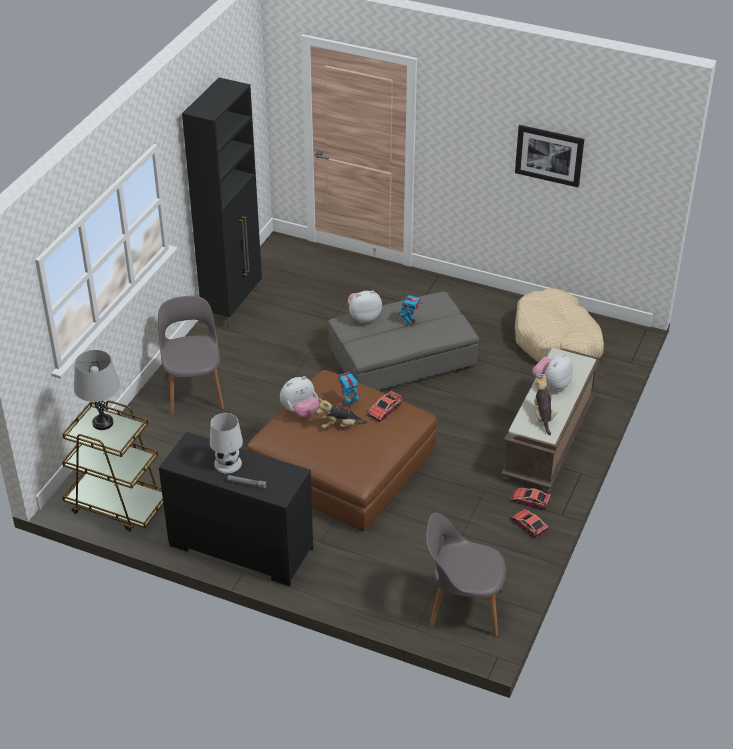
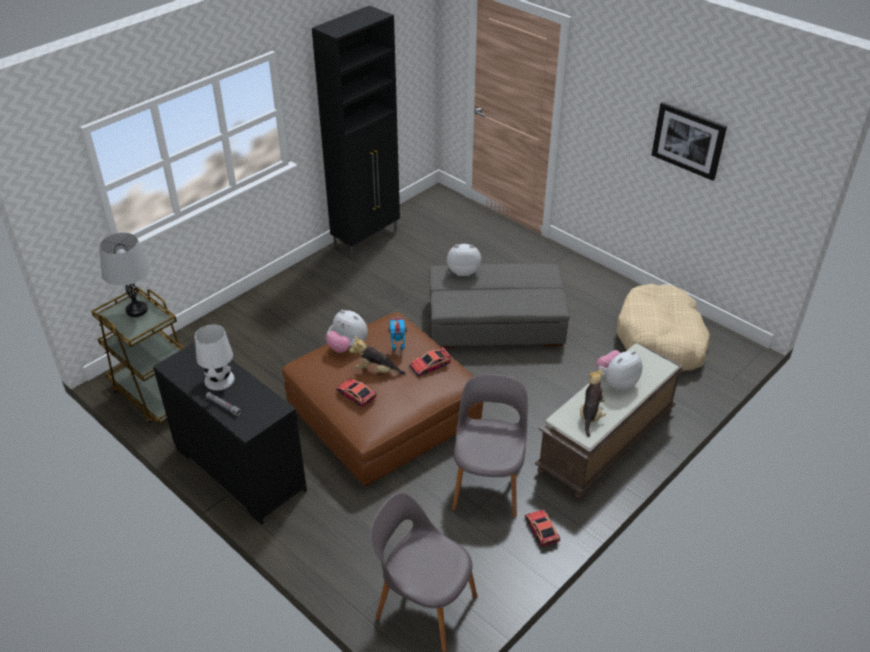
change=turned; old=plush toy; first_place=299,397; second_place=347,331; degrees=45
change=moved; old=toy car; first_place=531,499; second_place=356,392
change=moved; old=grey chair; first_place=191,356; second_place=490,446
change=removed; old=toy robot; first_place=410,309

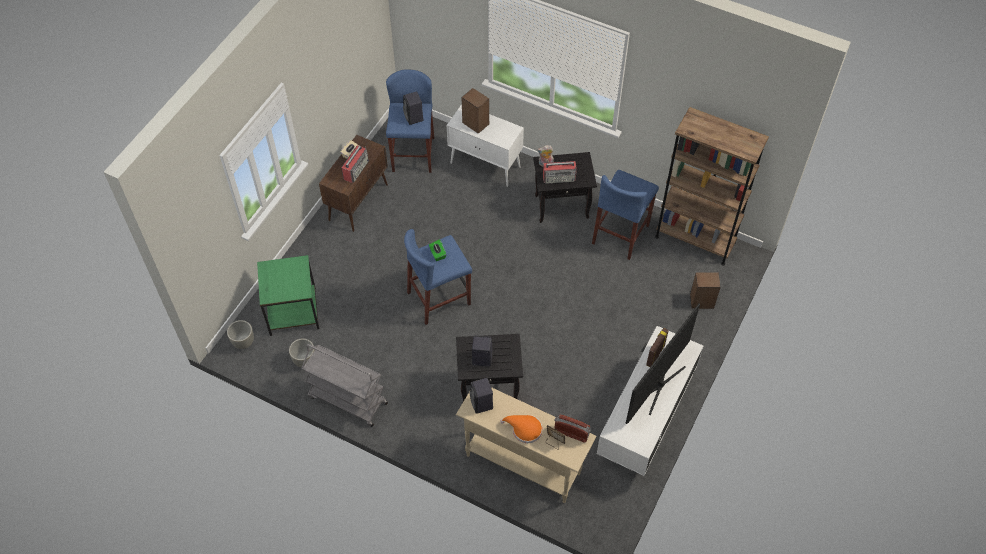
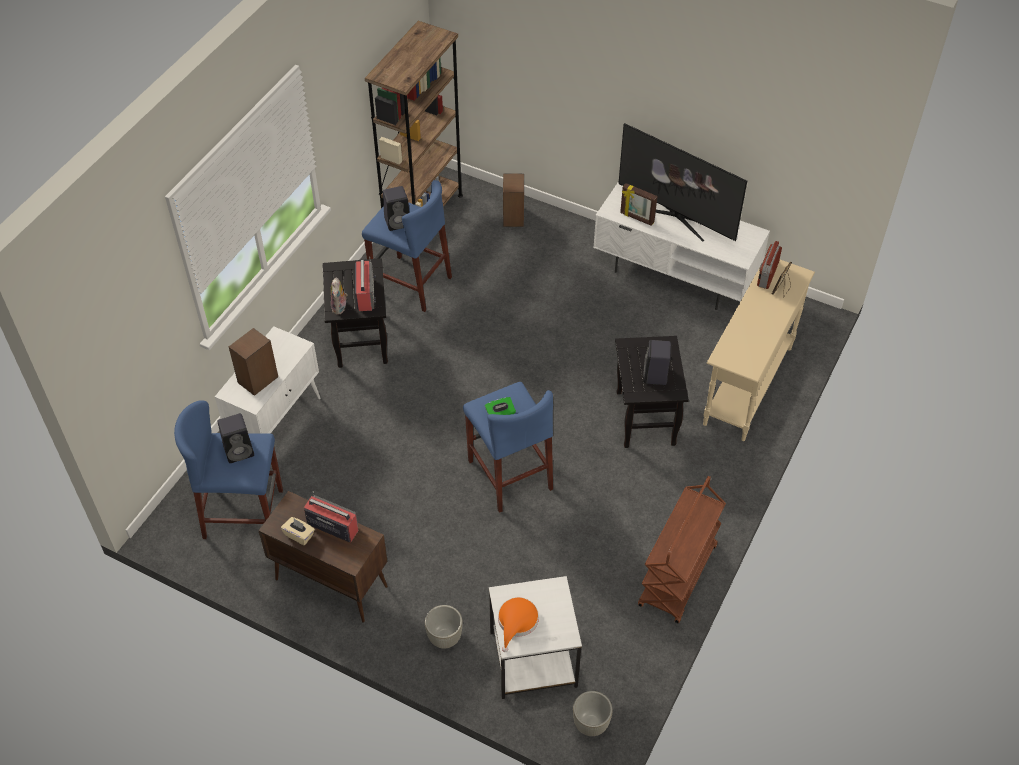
change=moved; old=black speaker; first_place=481,396; second_place=396,208
change=moved; old=grey planter; first_place=302,353; second_place=444,627
change=recoloured; old=green side table; new=white side table; first_place=288,295; second_place=535,637
change=moved; old=orange hat; first_place=521,429; second_place=518,624
change=recoloured; old=grey cart; new=brown cart; first_place=344,385; second_place=682,549

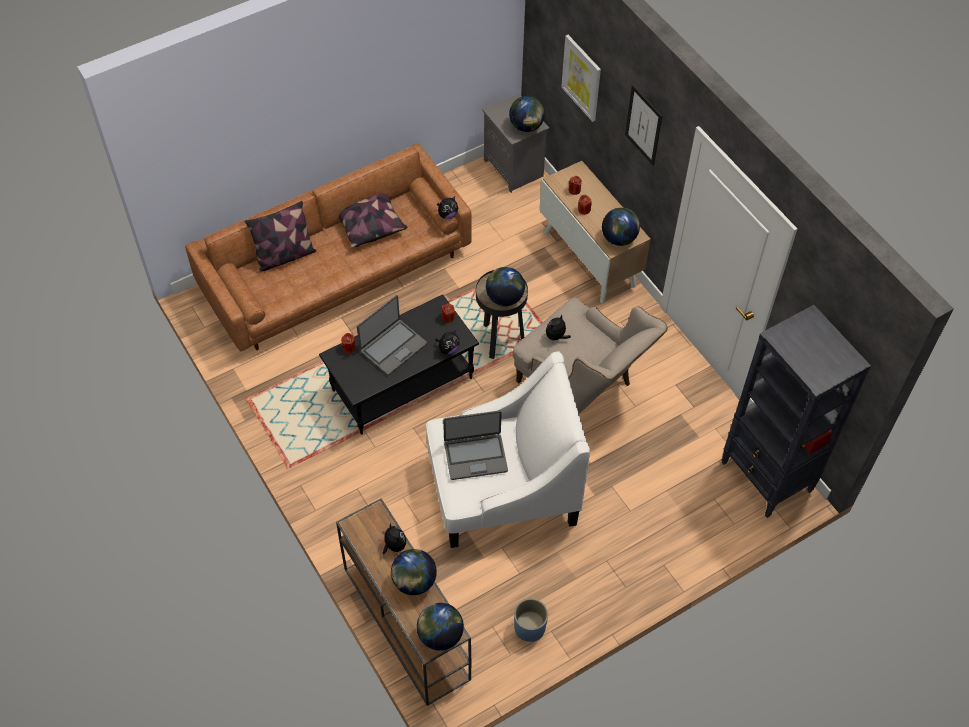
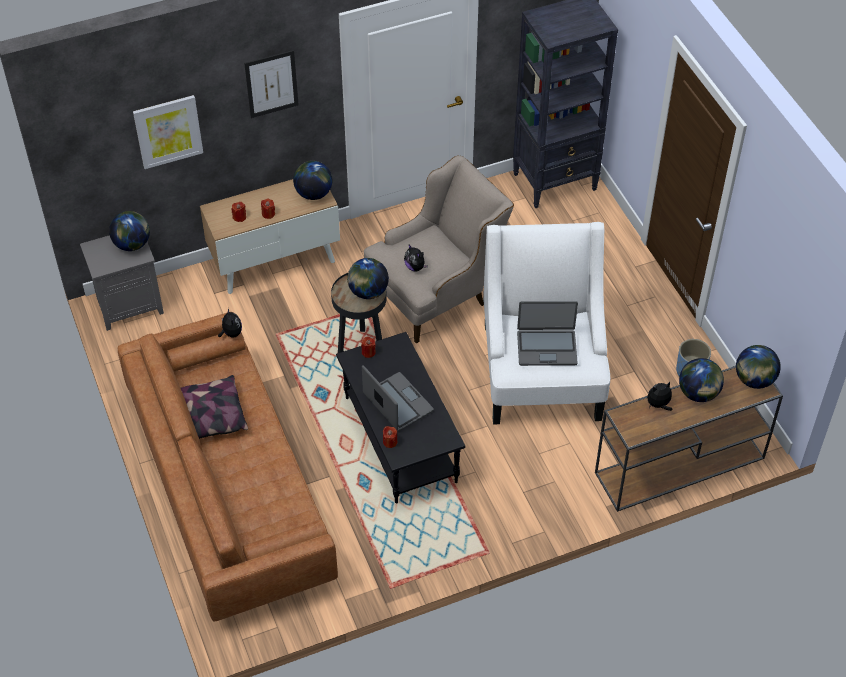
change=turned; old=laptop; first_place=475,445; second_place=547,333; degrees=90
change=removed; old=pillow; first_place=280,237
change=removed; old=plush toy; first_place=447,342

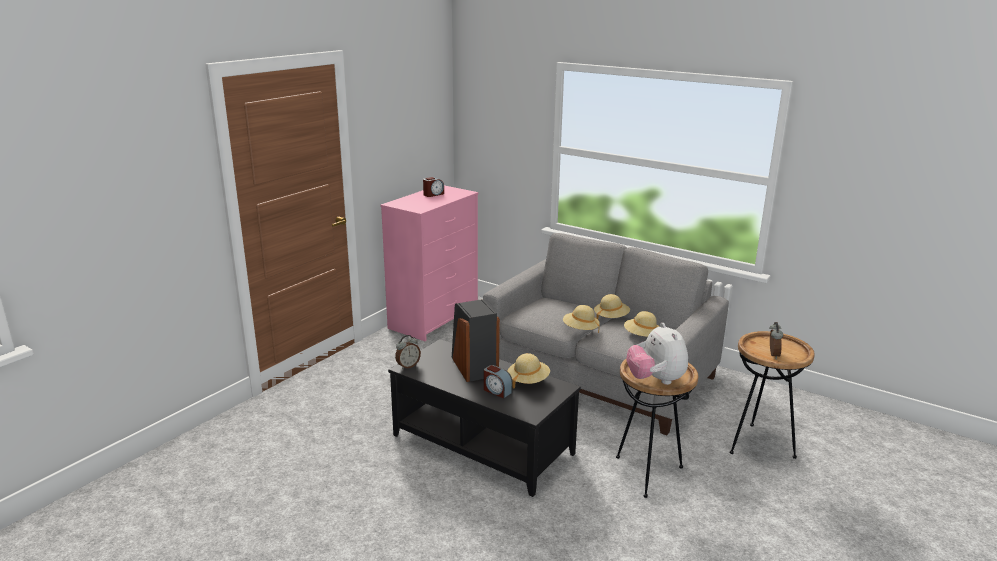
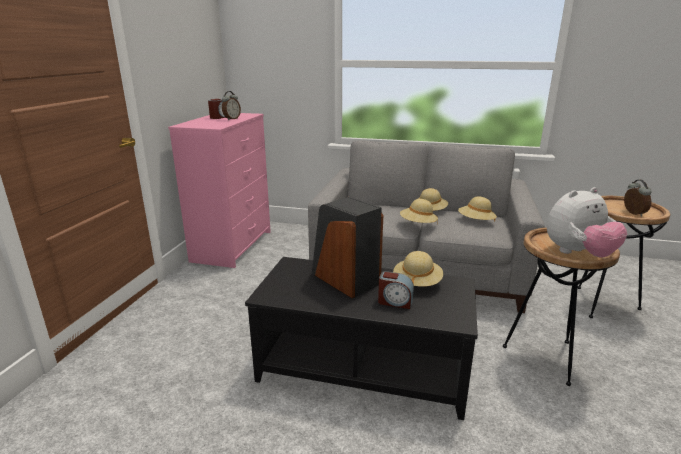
change=moved; old=alarm clock; first_place=408,352; second_place=231,105
change=turned; old=plush toy; first_place=657,354; second_place=587,222; degrees=-75

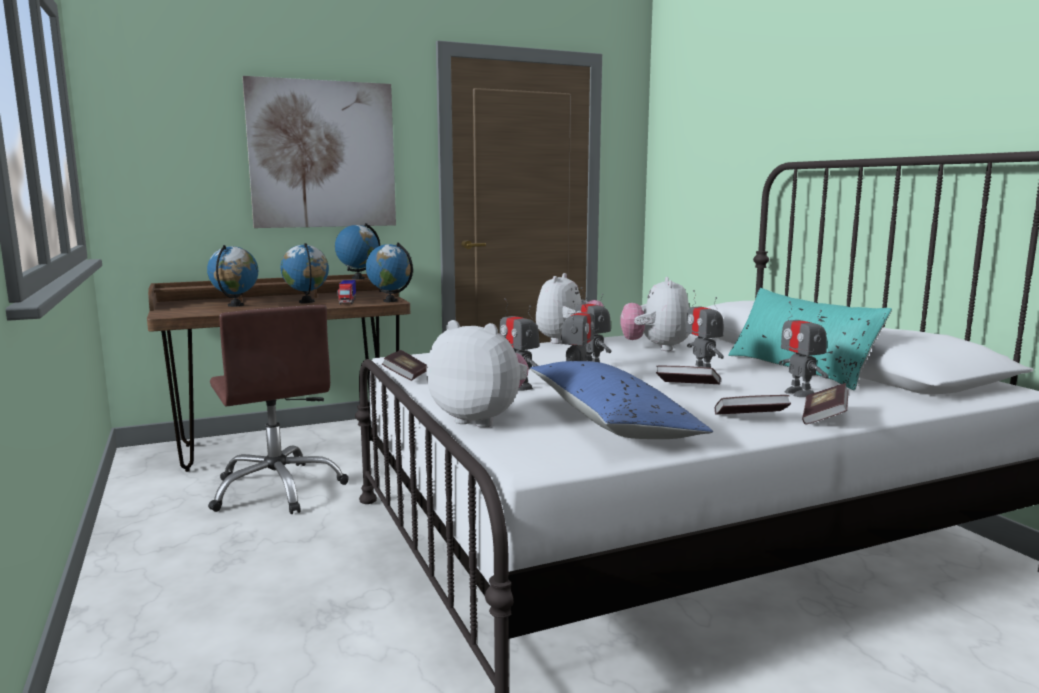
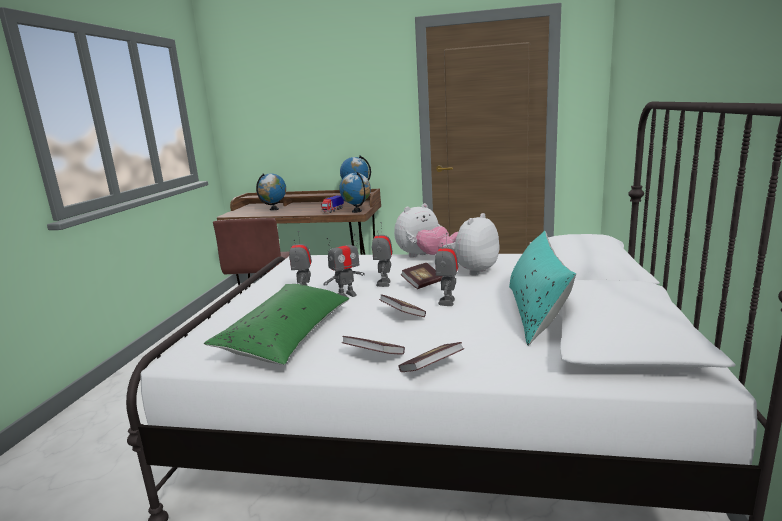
change=recoloured; old=blue pillow; new=green pillow; first_place=621,400; second_place=277,324
change=moved; old=book; first_place=404,365; second_place=421,276
change=removed; old=picture; first_place=319,152
change=removed; old=globe; first_place=304,273
change=removed; old=plush toy; first_place=477,374
change=removed; old=toy robot; first_place=804,349

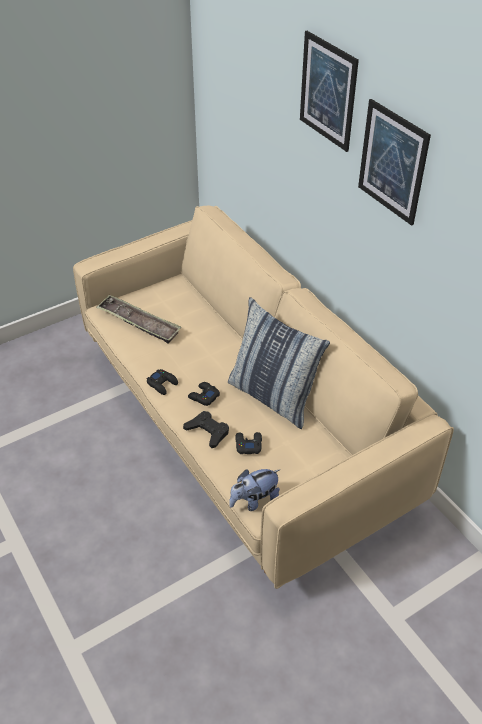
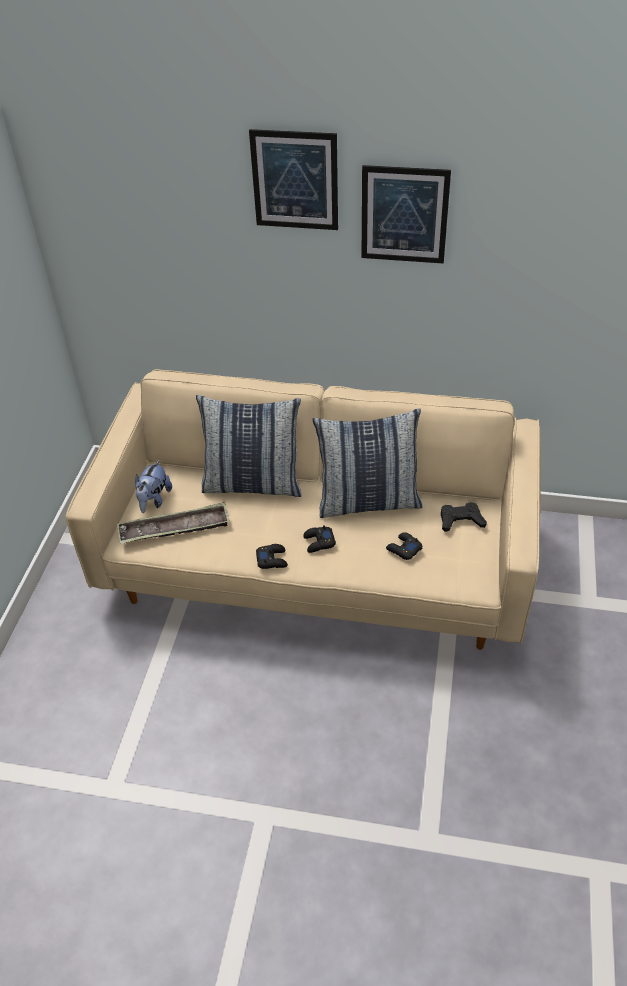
change=moved; old=plush toy; first_place=254,490; second_place=153,486
change=added; new=pillow; second_place=248,446
change=moved; old=black game controller; first_place=206,429; second_place=464,517

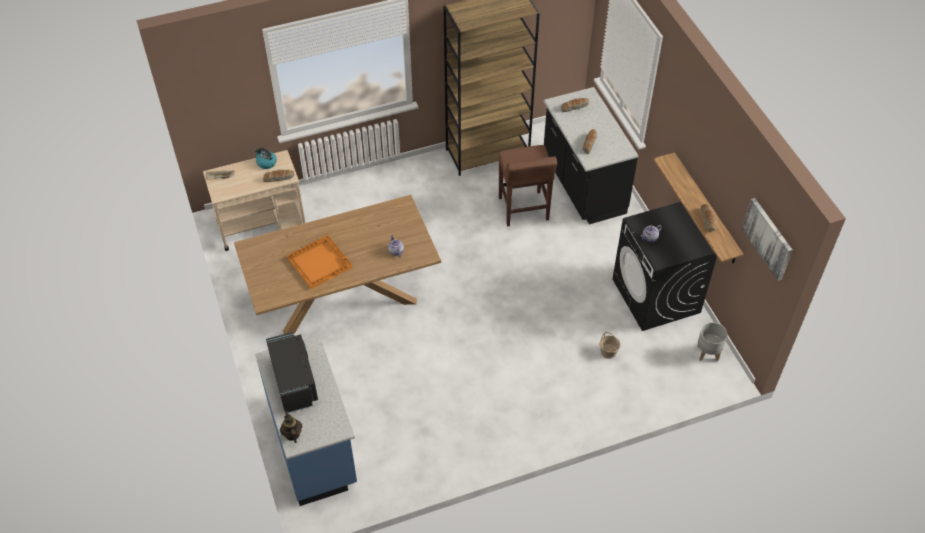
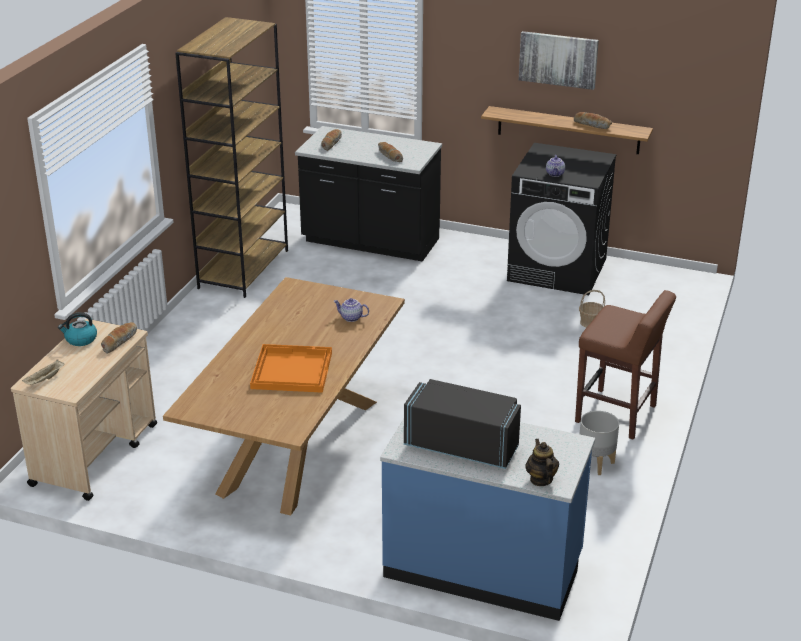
change=moved; old=picture; first_place=767,239; second_place=559,60
change=turned; old=teapot; first_place=291,426; second_place=542,462; degrees=60
change=moved; old=brown stool; first_place=527,185; second_place=625,365
change=moved; old=grey planter; first_place=712,341; second_place=599,443

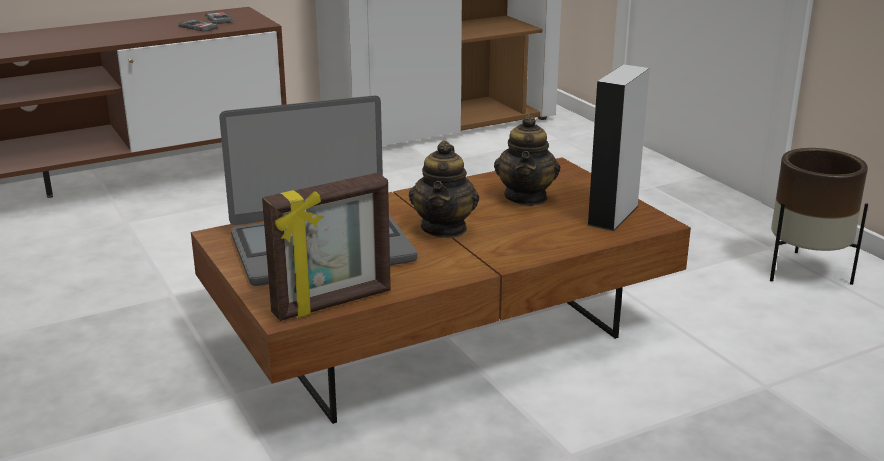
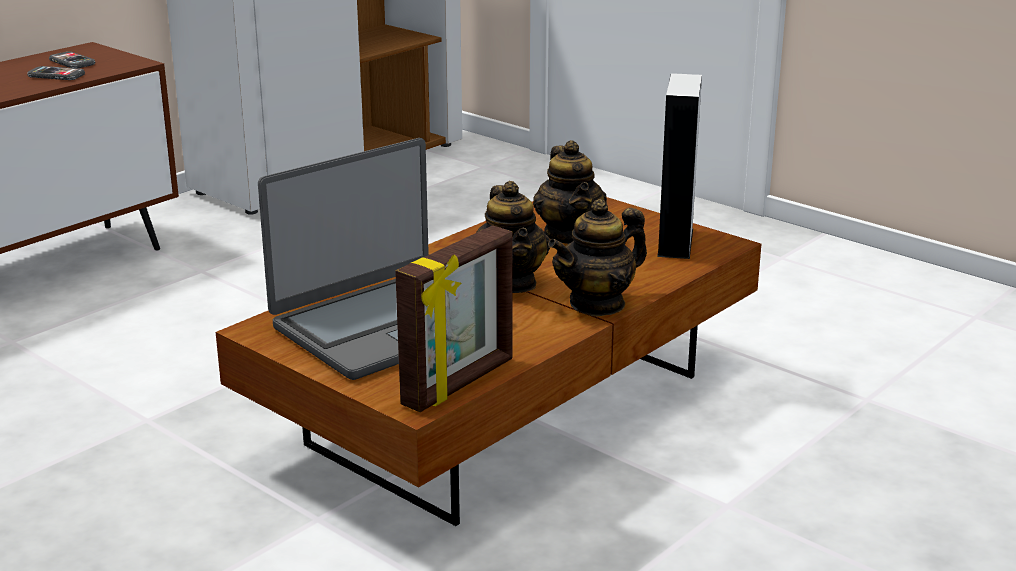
change=added; new=teapot; second_place=597,258
change=removed; old=brown planter; first_place=819,216

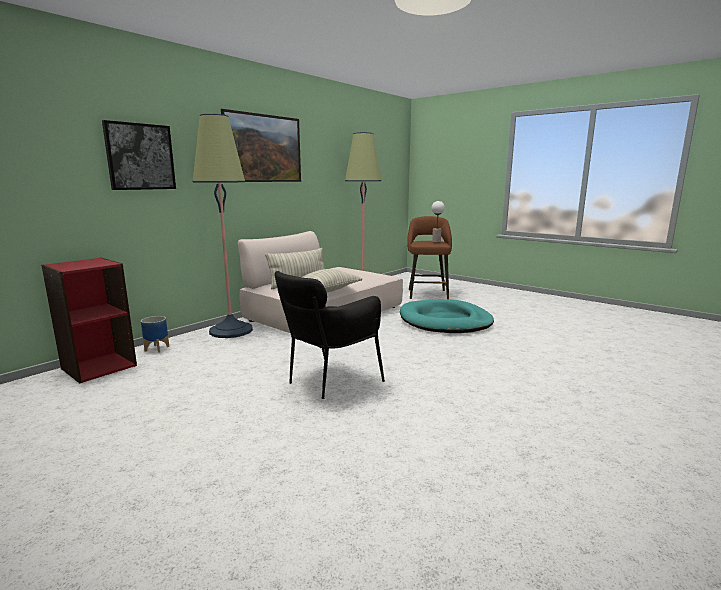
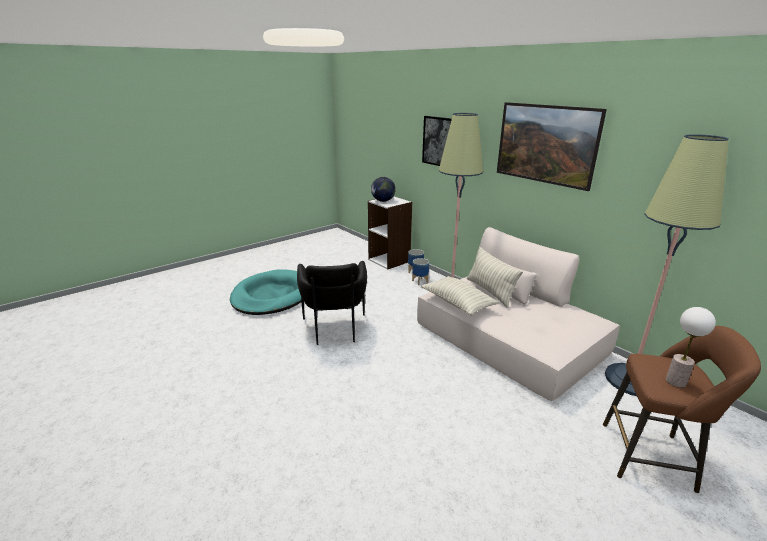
change=moved; old=turquoise dog bed; first_place=447,316; second_place=265,292
change=turned; old=black armchair; first_place=330,335; second_place=332,303; degrees=-150
change=recoloured; old=red bookcase; new=white bookcase; first_place=89,320; second_place=390,232
change=added; new=globe; second_place=383,189
change=added; new=planter; second_place=420,271

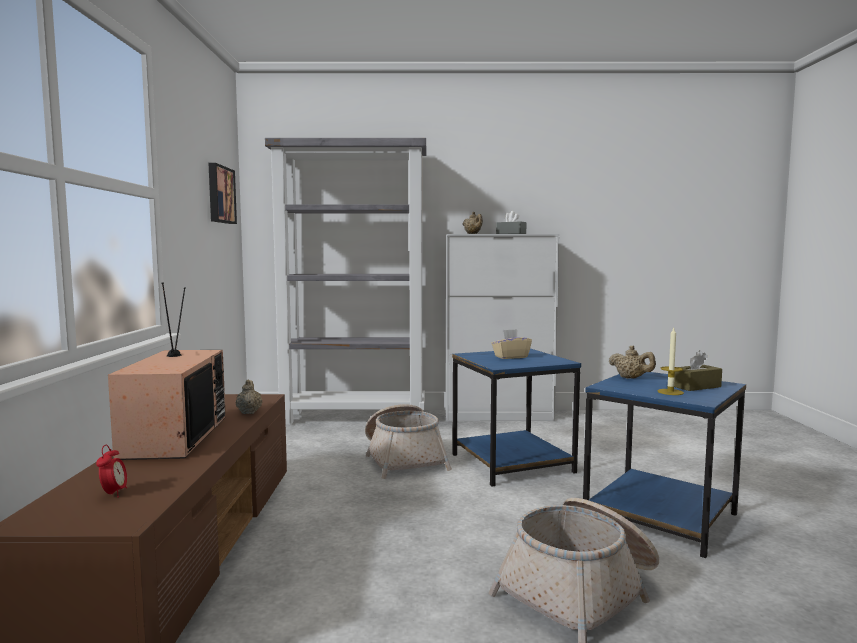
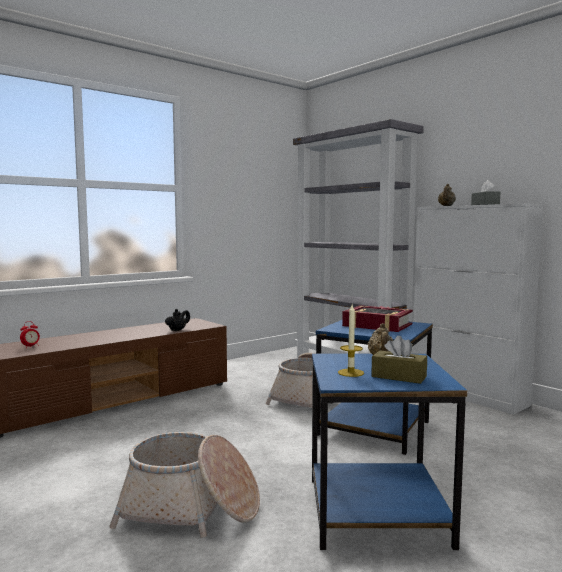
change=recoloured; old=beige teapot; new=black teapot; first_place=249,397; second_place=177,320
change=replaced; old=beige tissue box; new=book; first_place=511,344; second_place=377,318
change=removed; old=television; first_place=167,371
change=removed; old=picture; first_place=222,193

